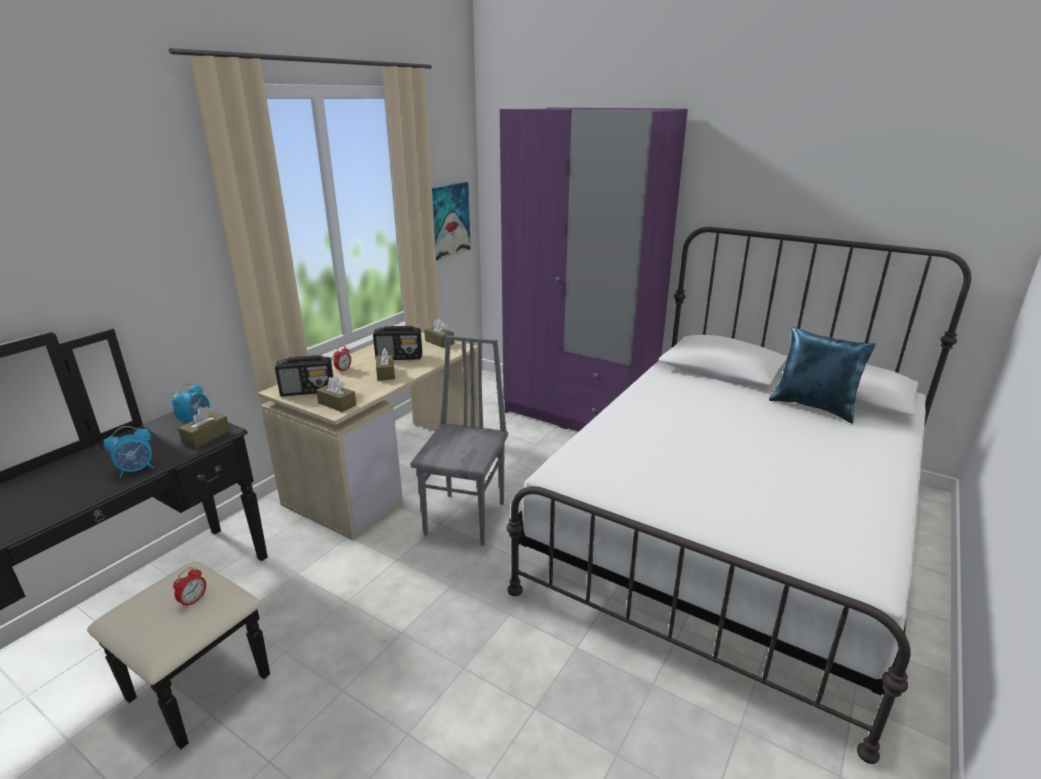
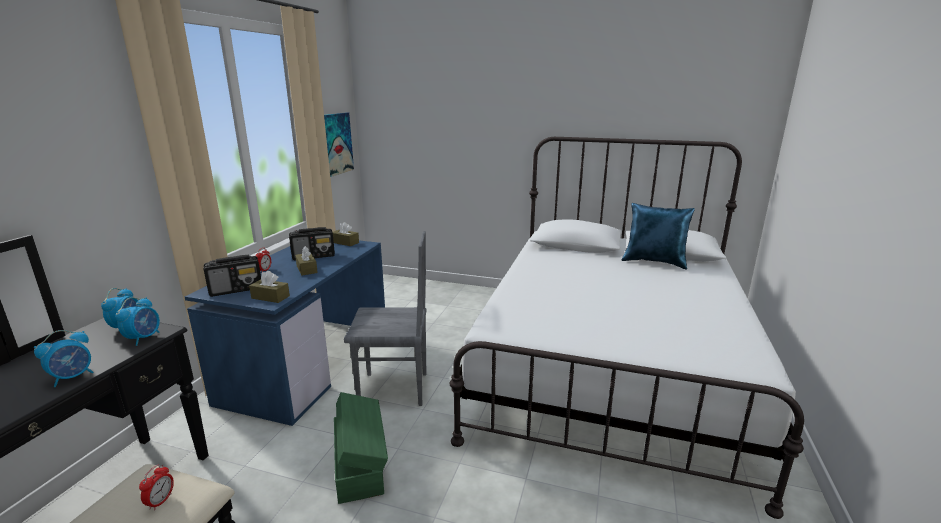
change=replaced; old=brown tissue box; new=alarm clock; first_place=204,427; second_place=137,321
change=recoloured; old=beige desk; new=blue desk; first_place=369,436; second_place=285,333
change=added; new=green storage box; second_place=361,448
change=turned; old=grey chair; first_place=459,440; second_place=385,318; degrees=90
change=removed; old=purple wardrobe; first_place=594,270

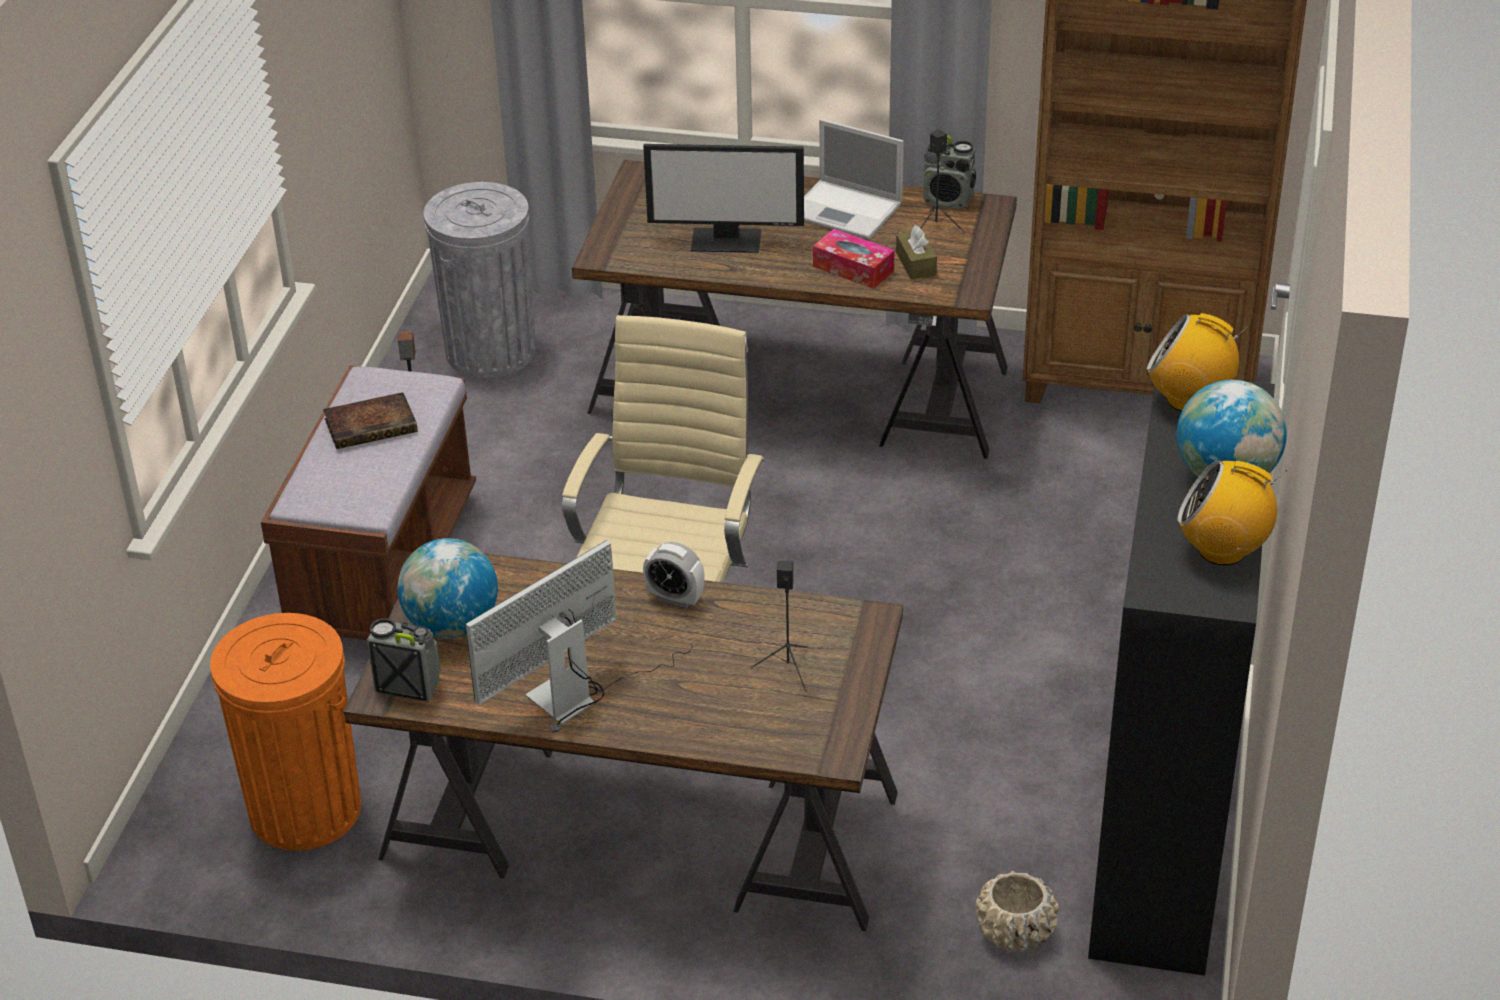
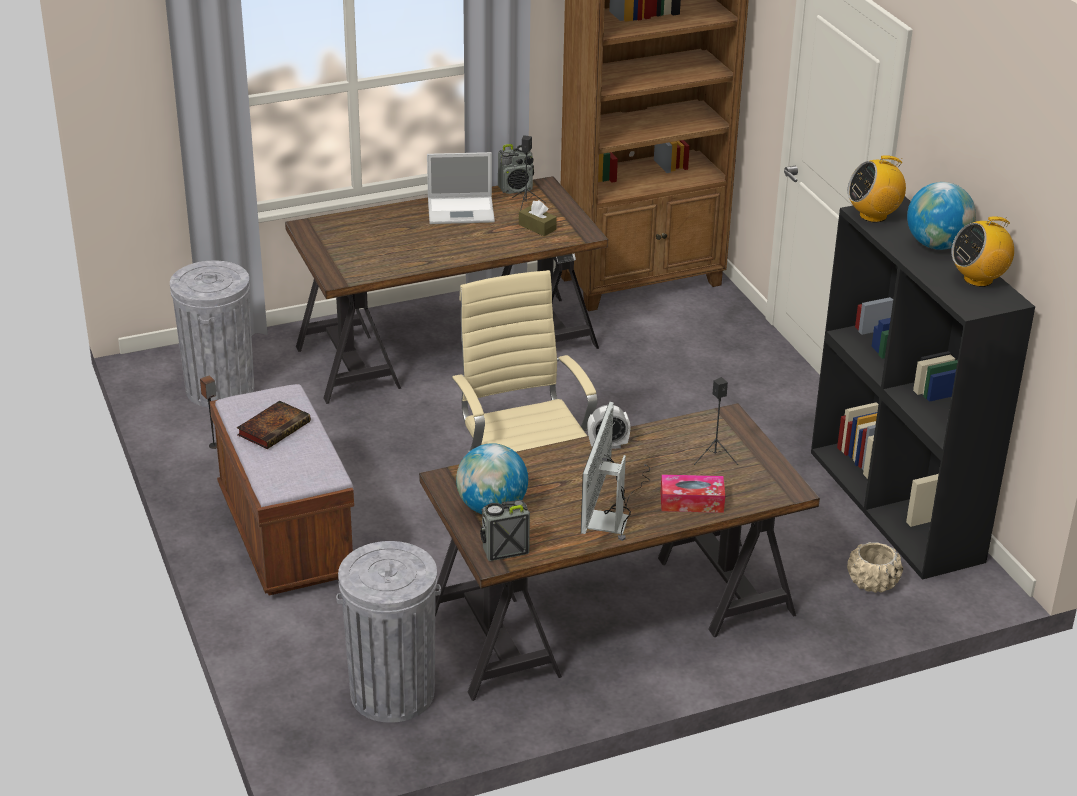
change=recoloured; old=orange trash can; new=grey trash can; first_place=285,732; second_place=388,632
change=moved; old=tissue box; first_place=853,259; second_place=692,494
change=removed; old=monitor; first_place=723,198

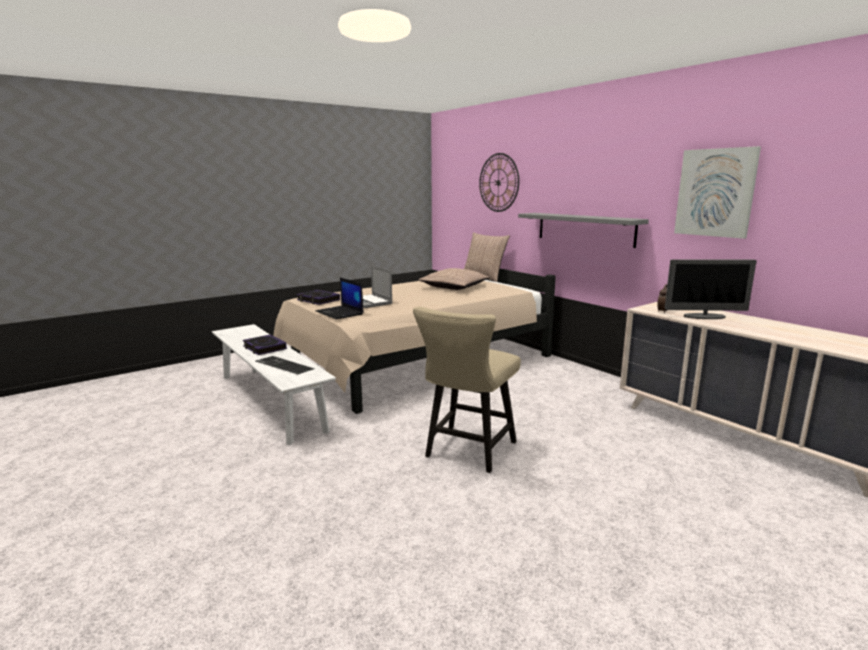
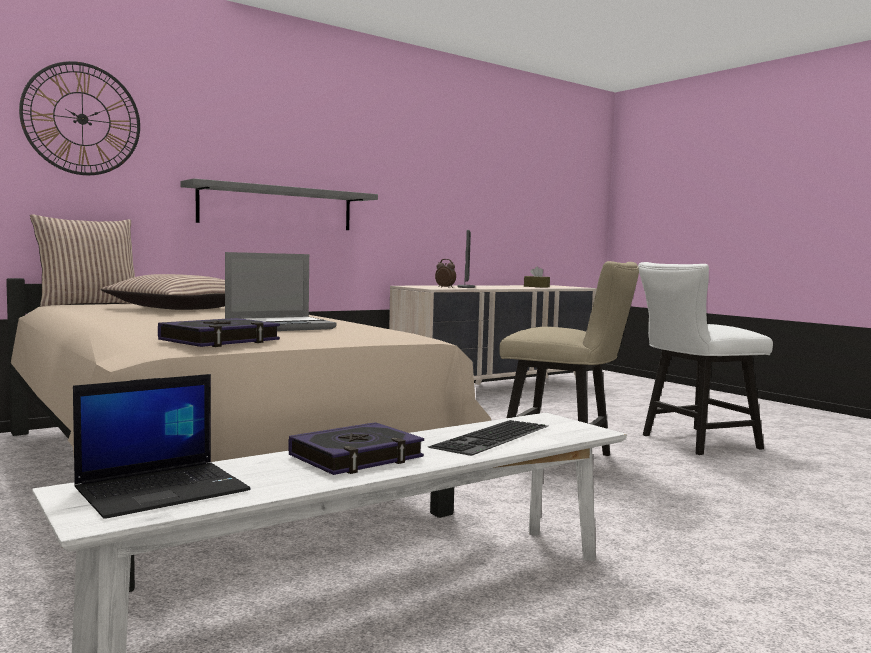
change=moved; old=laptop; first_place=340,298; second_place=162,446
change=added; new=brown tissue box; second_place=537,277
change=added; new=white chair; second_place=705,358
change=removed; old=picture; first_place=717,192

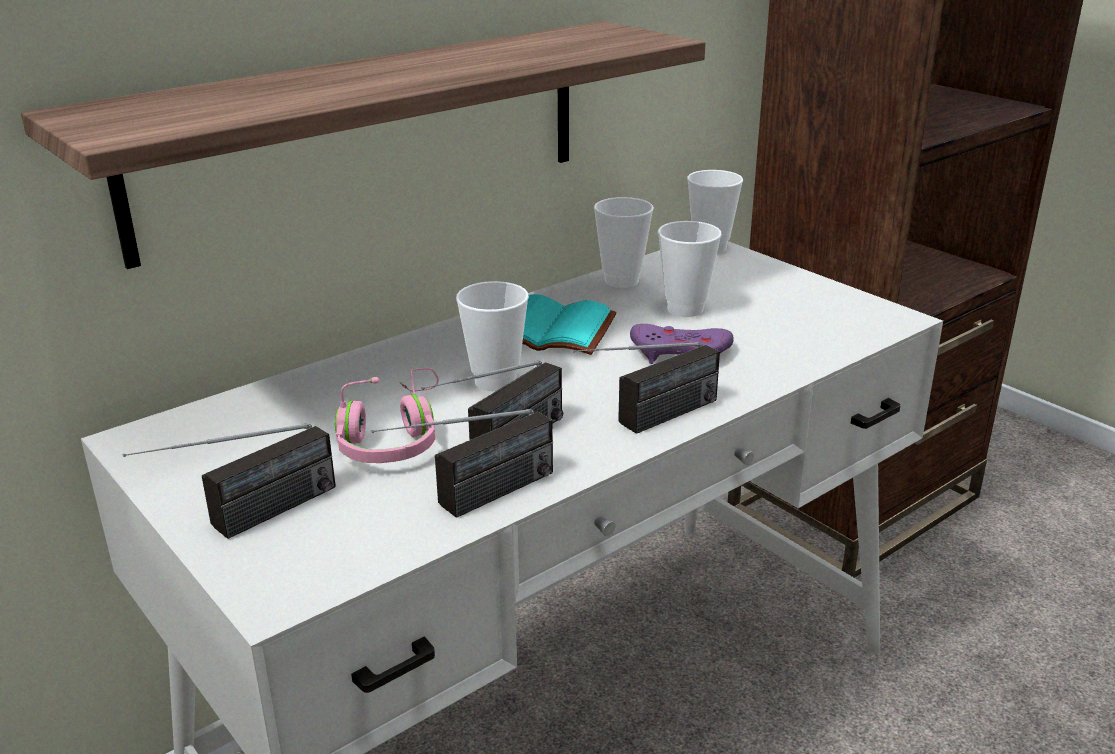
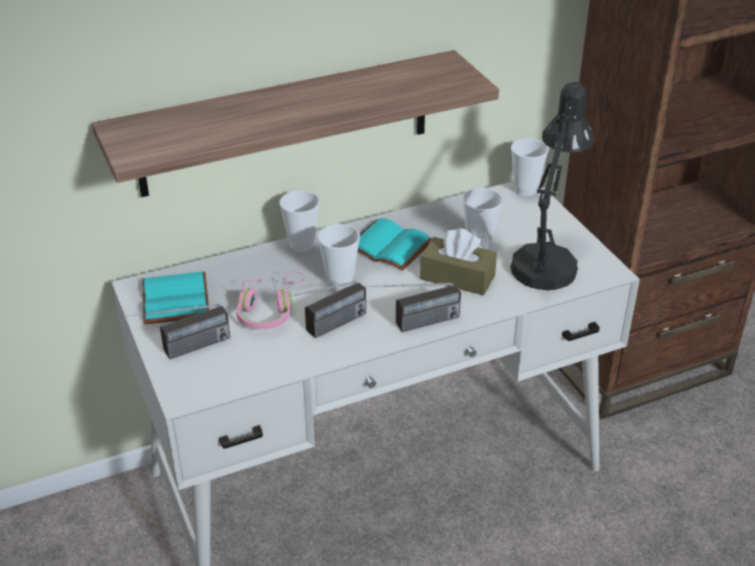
change=added; new=turquoise book; second_place=176,297
change=moved; old=cup; first_place=624,242; second_place=299,221
change=replaced; old=purple game controller; new=brown tissue box; first_place=682,344; second_place=458,261
change=added; new=black table lamp; second_place=552,186
change=removed; old=radio; first_place=462,463

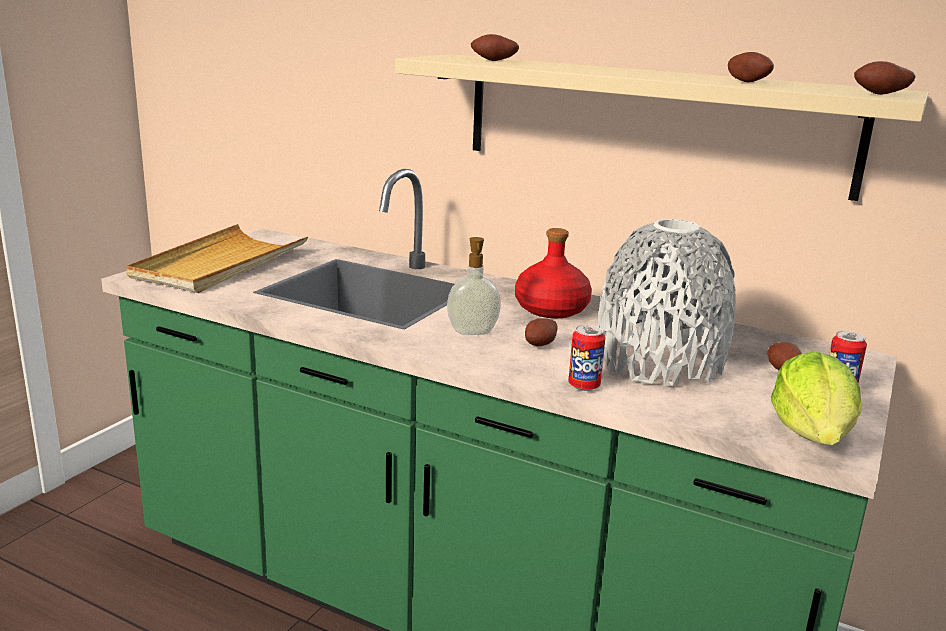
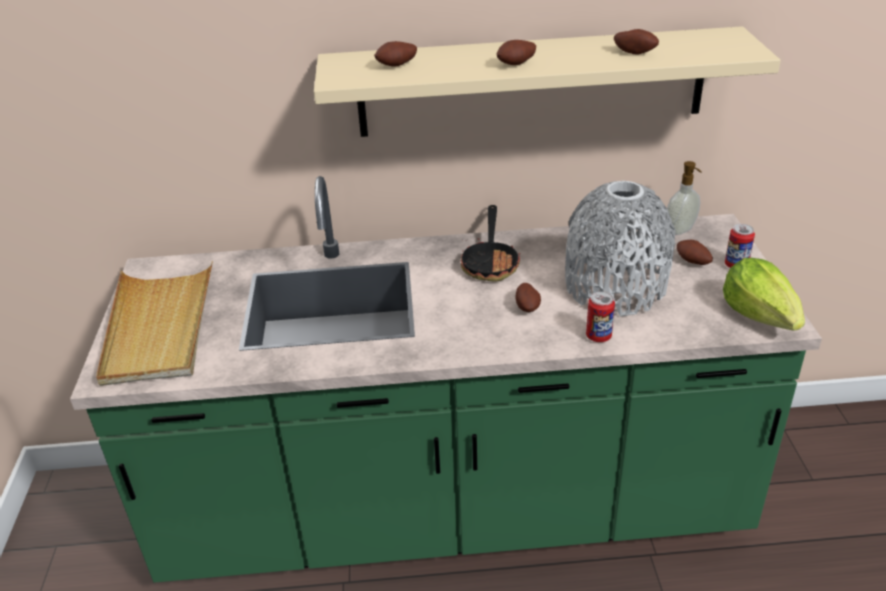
change=replaced; old=red bottle; new=frying pan; first_place=553,273; second_place=490,243
change=moved; old=potato; first_place=885,78; second_place=516,52
change=moved; old=soap dispenser; first_place=474,286; second_place=684,198

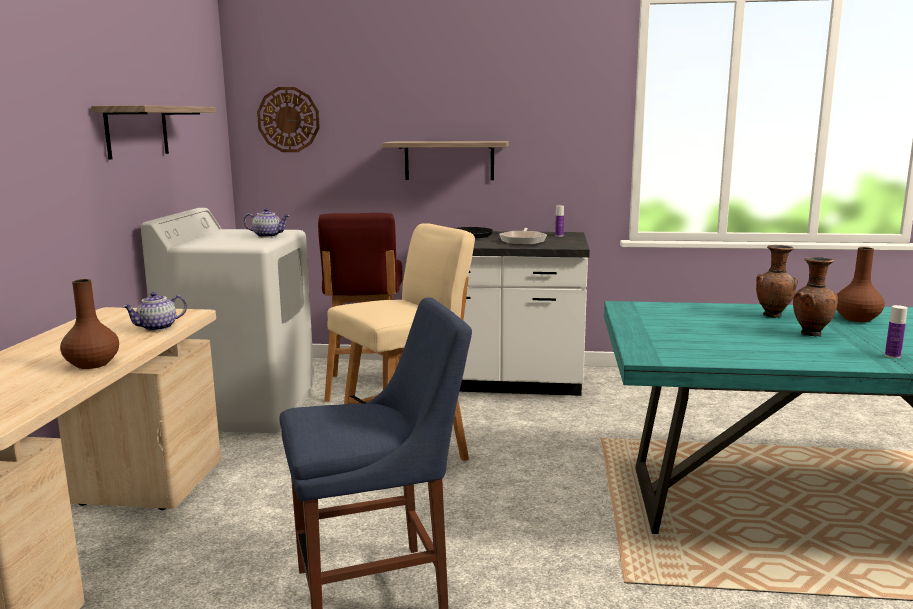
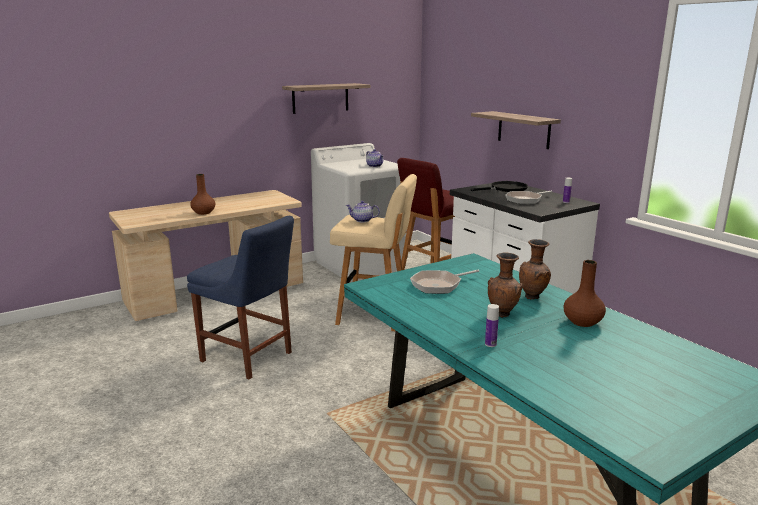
change=moved; old=teapot; first_place=154,311; second_place=363,211
change=added; new=frying pan; second_place=444,282
change=removed; old=wall clock; first_place=288,119

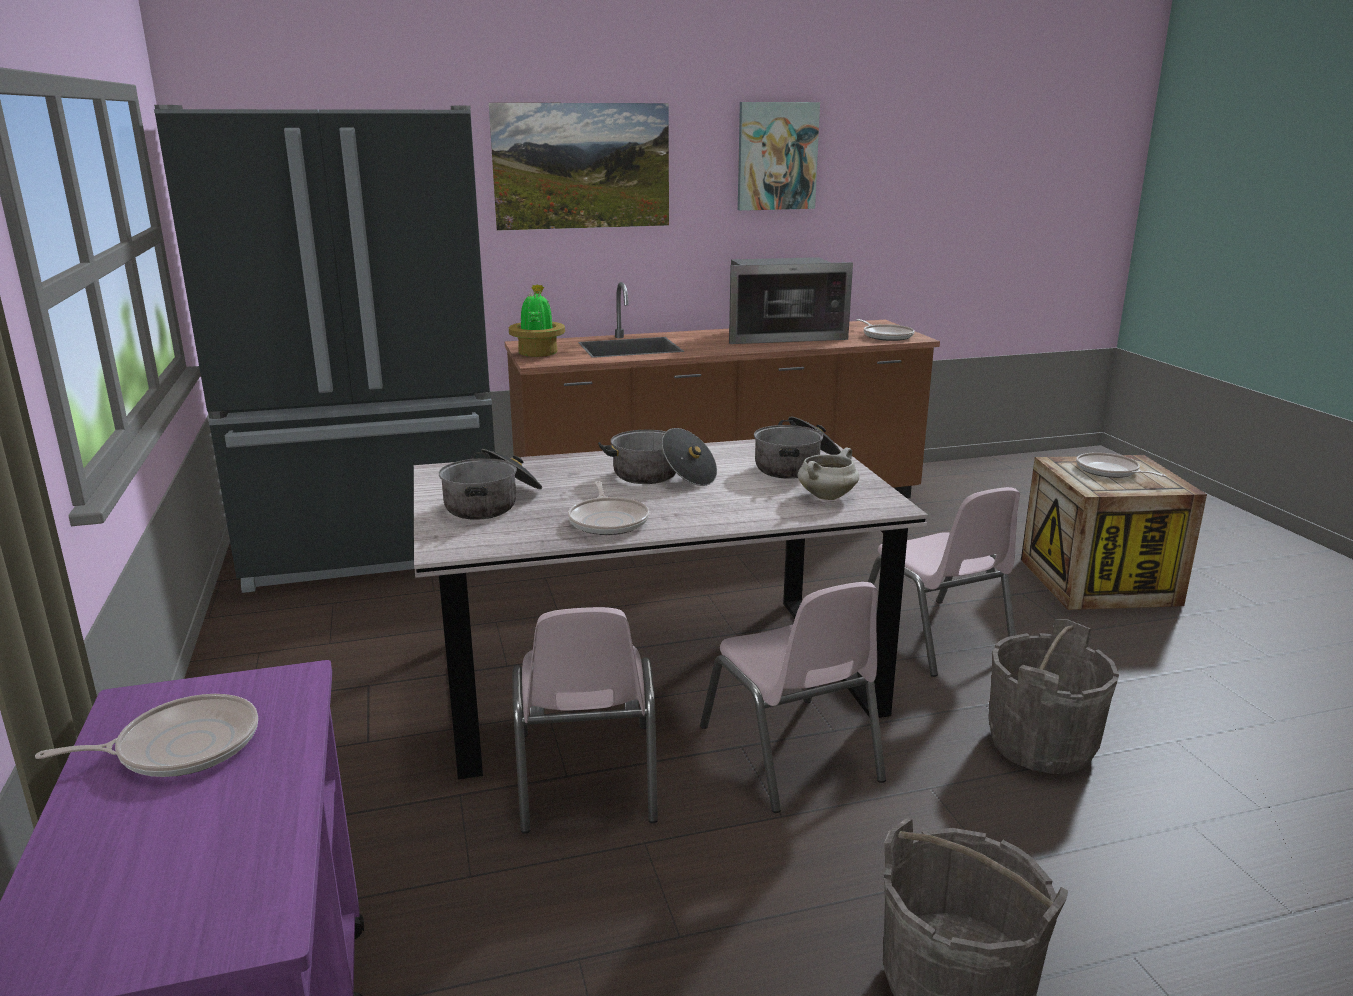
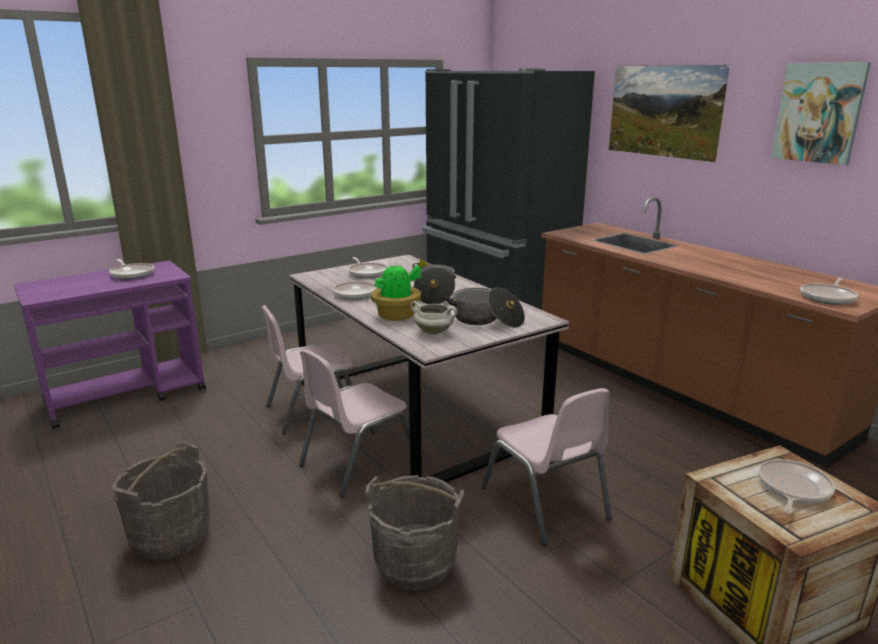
change=replaced; old=cooking pot; new=frying pan; first_place=490,484; second_place=367,267
change=moved; old=potted plant; first_place=537,321; second_place=400,289
change=turned; old=pink chair; first_place=944,582; second_place=546,467; degrees=-75
change=removed; old=microwave; first_place=791,300

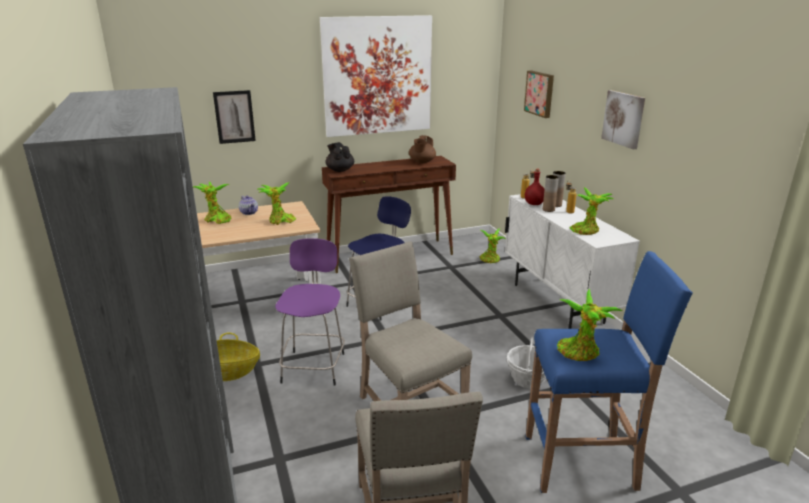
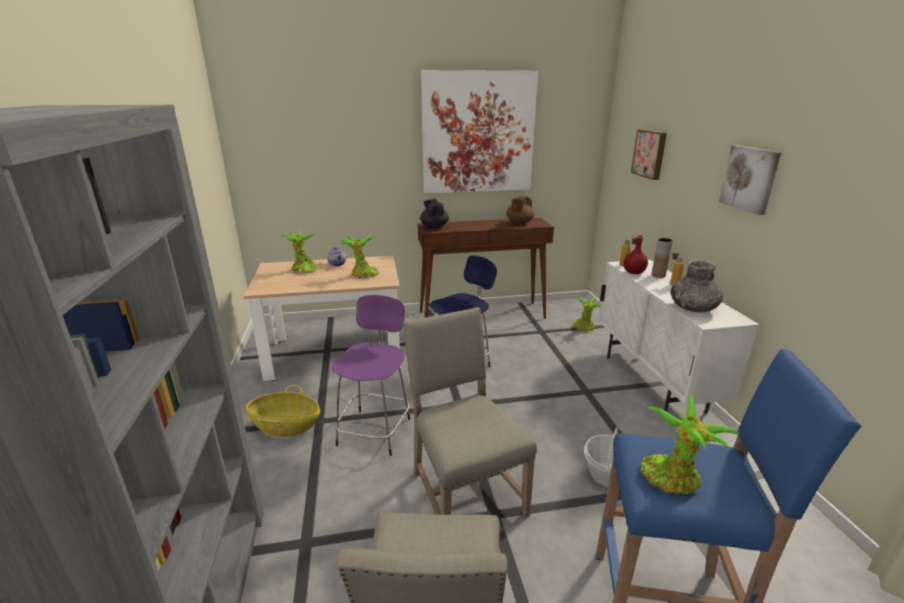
change=replaced; old=potted plant; new=grey vase; first_place=592,211; second_place=696,286
change=removed; old=picture; first_place=234,117
change=removed; old=brown vase; first_place=551,193

